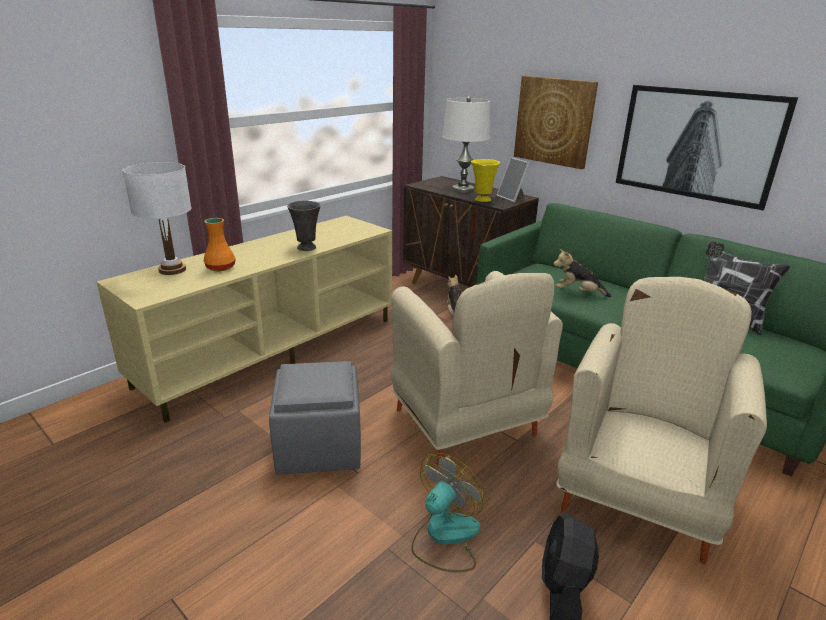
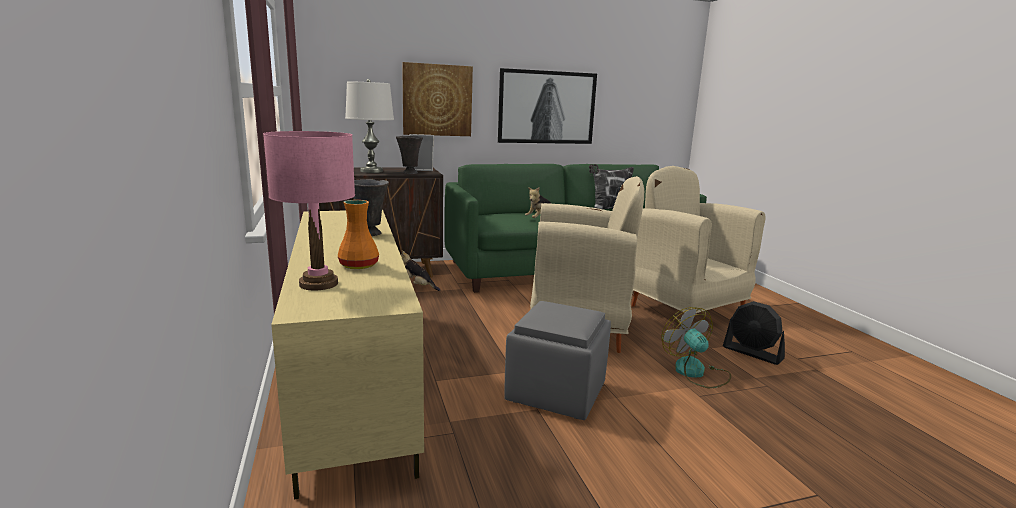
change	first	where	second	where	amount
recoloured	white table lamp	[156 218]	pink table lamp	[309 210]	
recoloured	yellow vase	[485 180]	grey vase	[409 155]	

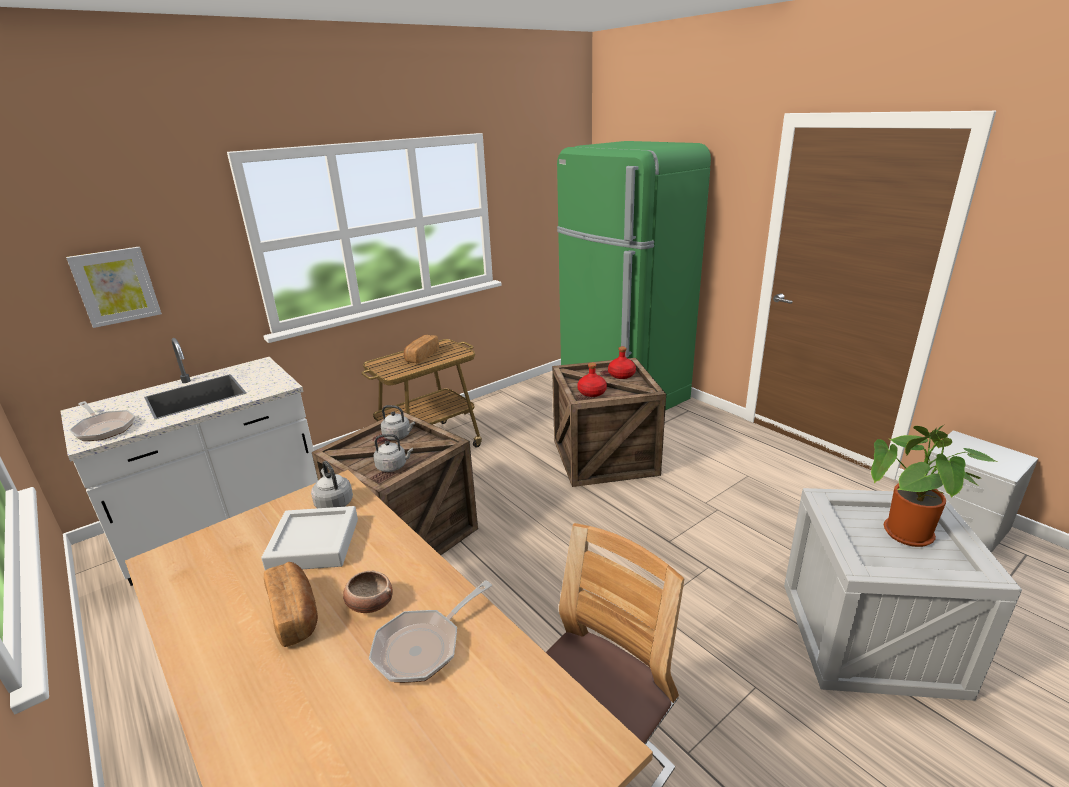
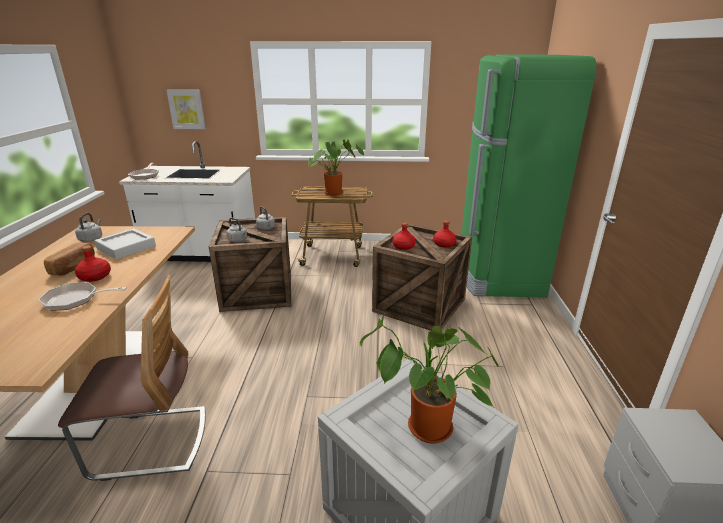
change	first	where	second	where	amount
moved	grey kettle	[332 484]		[88 227]	
replaced	bowl	[368 592]	red bottle	[93 263]	
replaced	bread	[421 349]	potted plant	[336 167]	

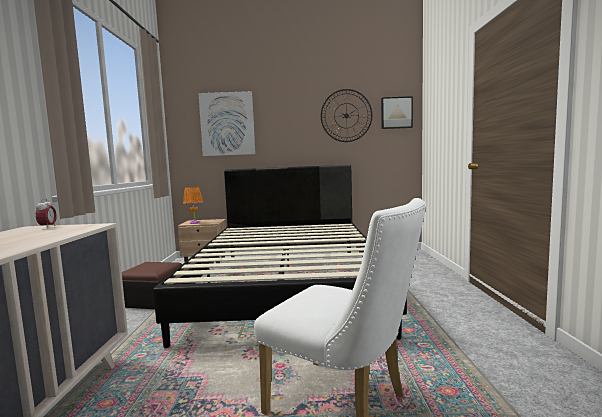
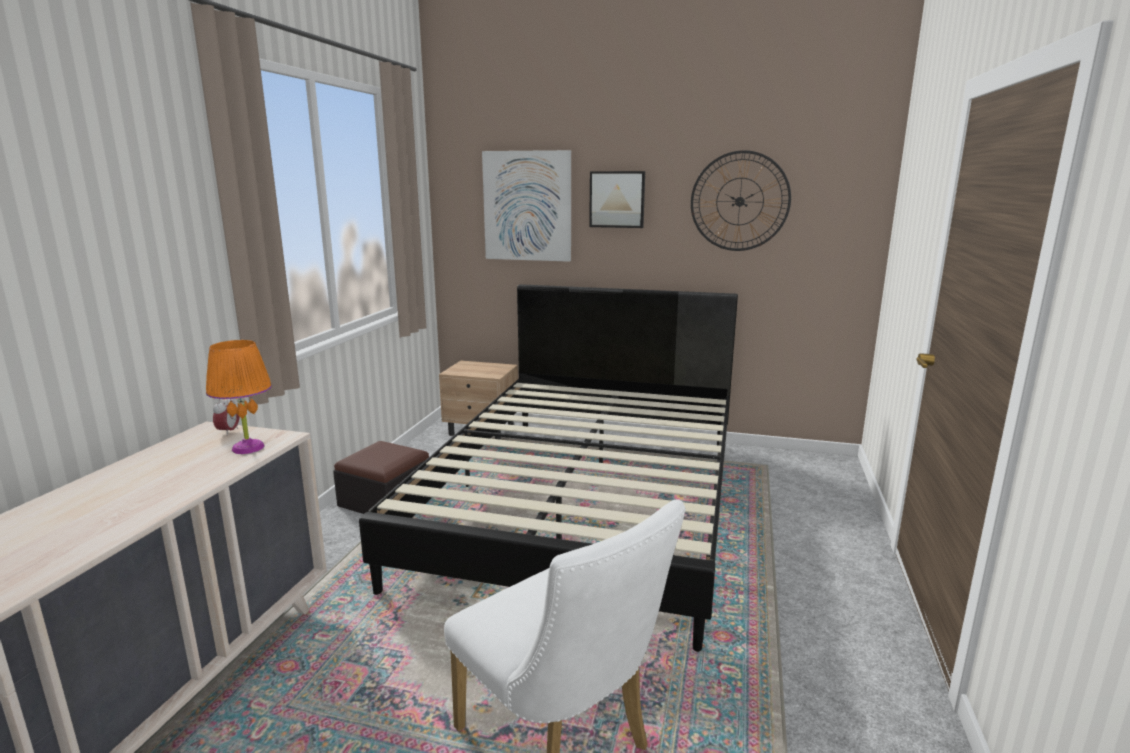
change	first	where	second	where	amount
moved	orange table lamp	[193 205]		[239 397]	
moved	picture	[397 112]		[617 199]	

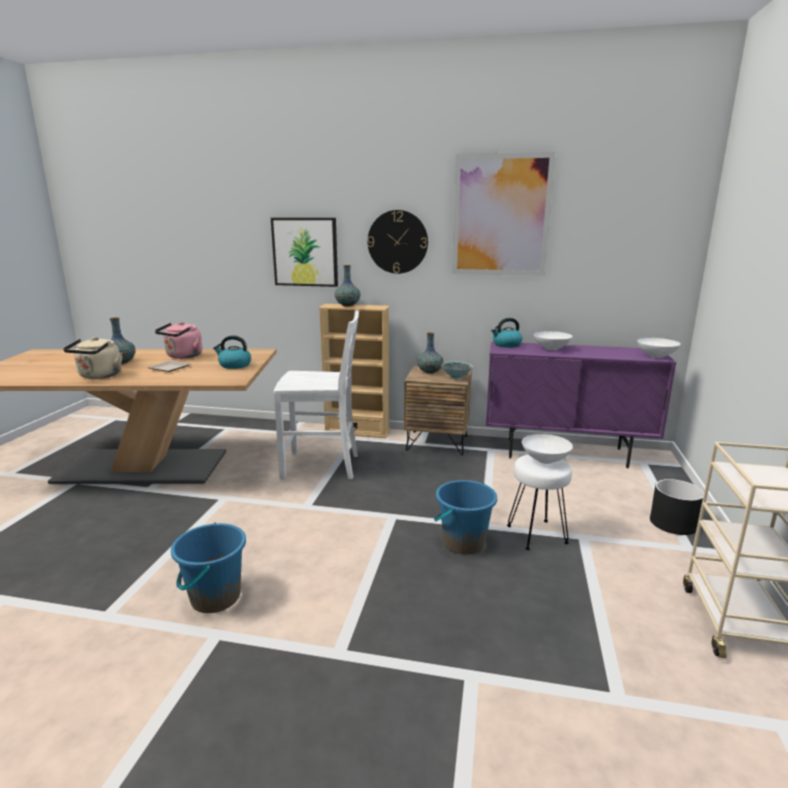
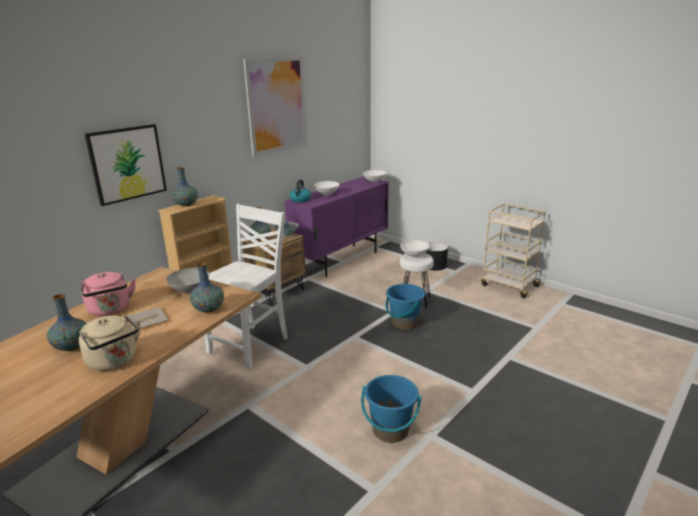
change	first	where	second	where	amount
removed	wall clock	[398 242]			
added			vase	[207 287]	
replaced	kettle	[232 352]	grey bowl	[187 280]	

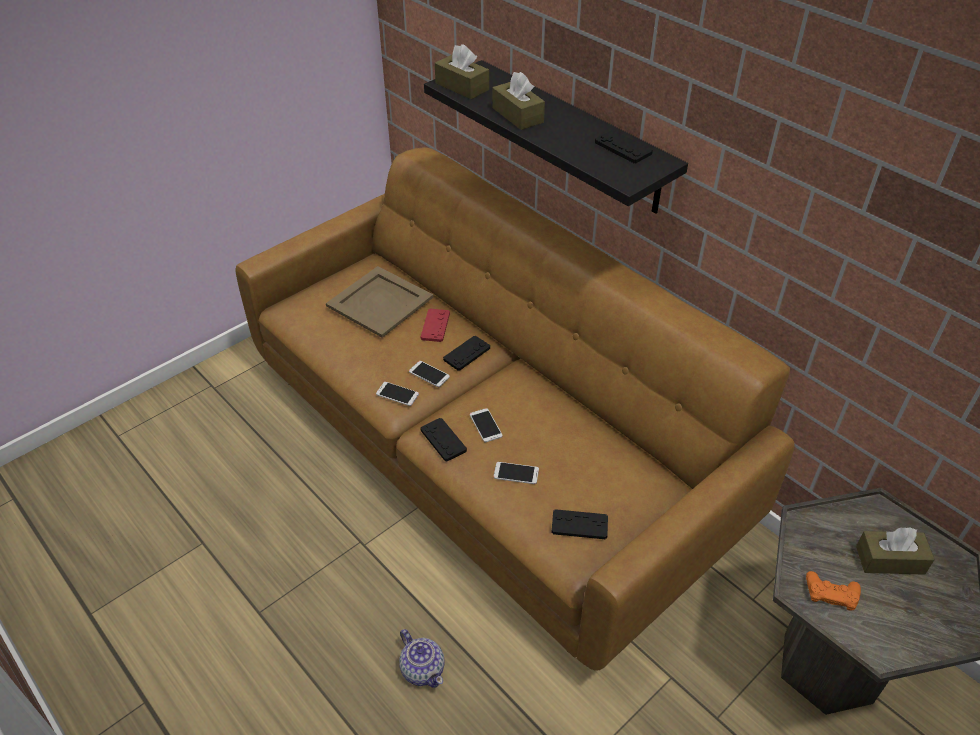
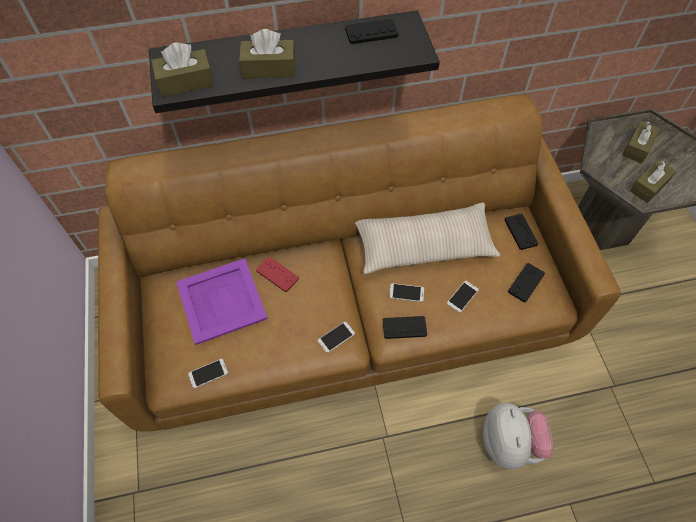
change	first	where	second	where	amount
added			beige pillow	[427 238]	
moved	phone	[429 374]		[208 373]	
moved	black game controller	[466 353]		[521 232]	
replaced	teapot	[422 658]	plush toy	[518 436]	
replaced	orange game controller	[833 591]	brown tissue box	[653 181]	
recoloured	beige tray	[379 302]	purple tray	[222 301]	

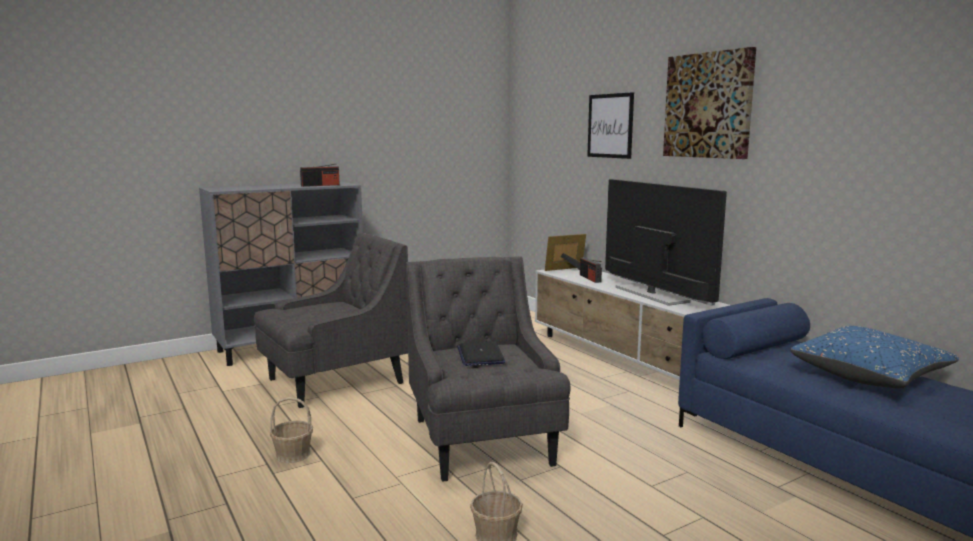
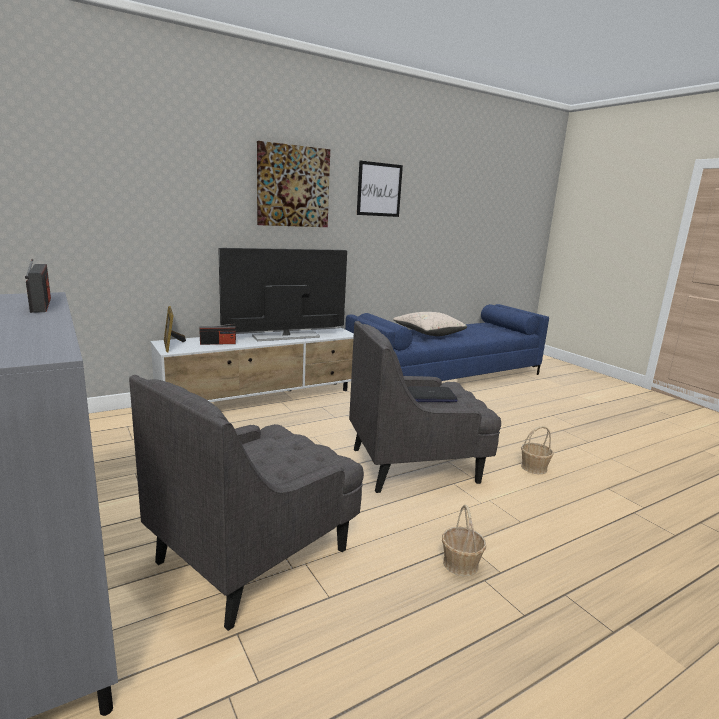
change	first	where	second	where	amount
moved	picture	[610 125]		[380 189]	
recoloured	blue pillow	[875 357]	beige pillow	[430 324]	
turned	grey armchair	[331 320]		[246 503]	105 degrees counterclockwise

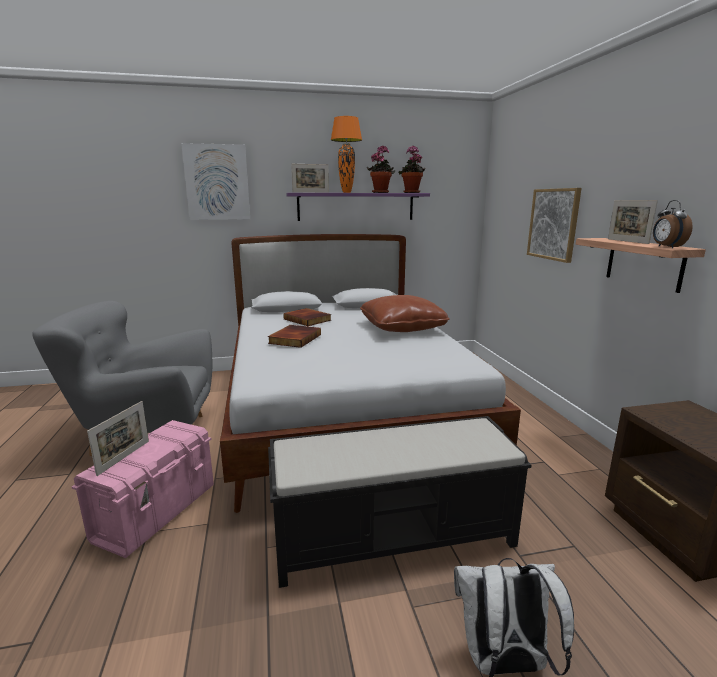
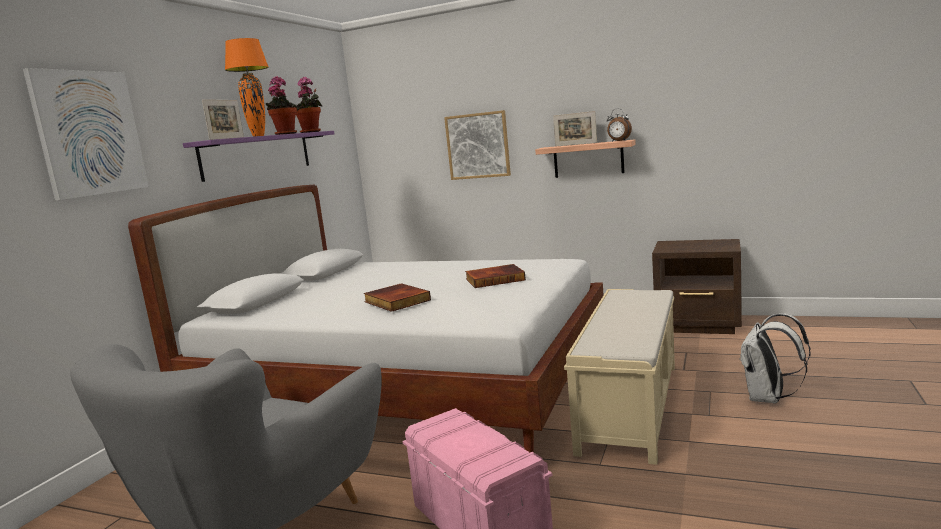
change	first	where	second	where	amount
removed	picture frame	[118 438]			
removed	brown pillow	[405 313]			
moved	book	[307 317]		[495 276]	
recoloured	black bench	[399 502]	beige bench	[619 377]	

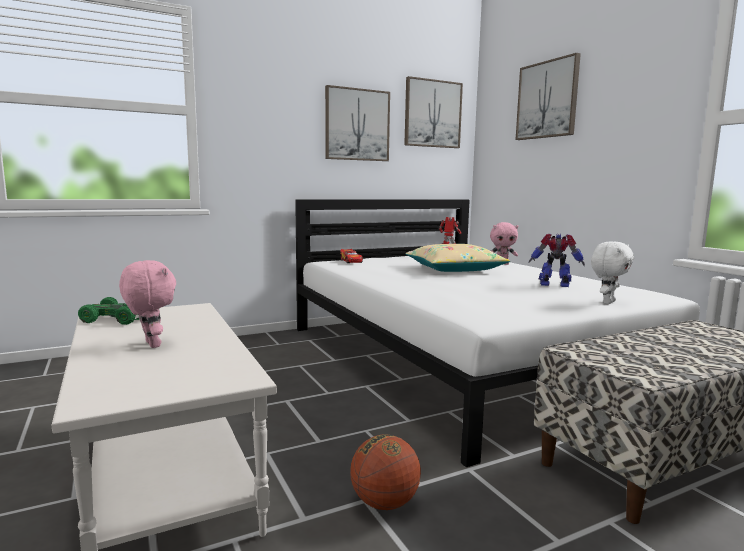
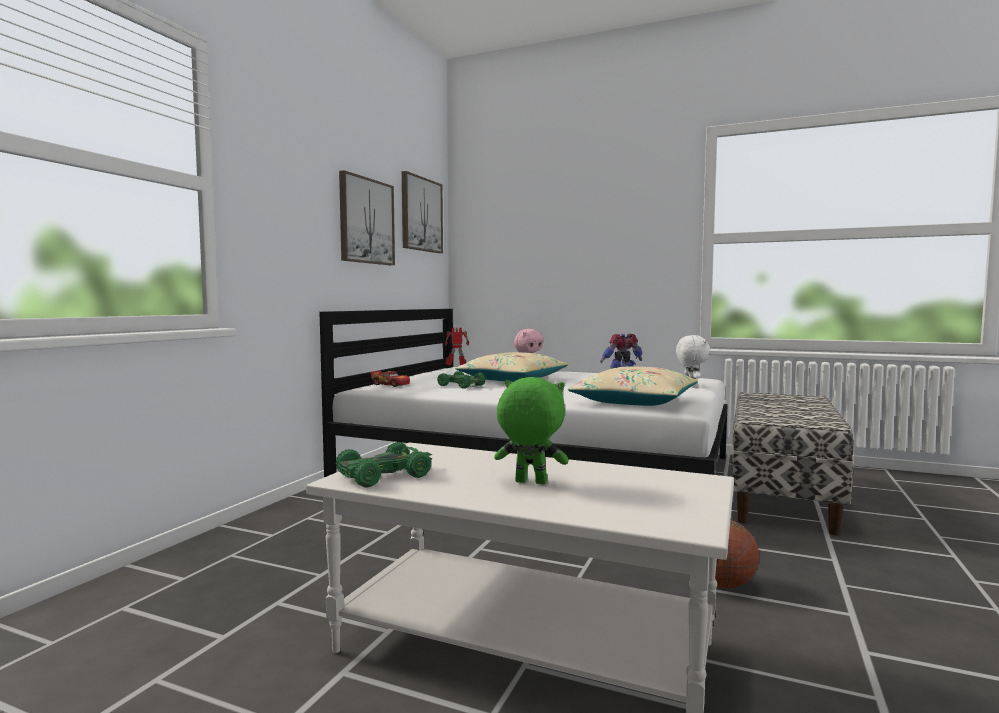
change	first	where	second	where	amount
removed	picture	[548 96]			
added			green toy car	[461 380]	
added			beige pillow	[633 386]	
recoloured	pink plush toy	[147 304]	green plush toy	[531 430]	

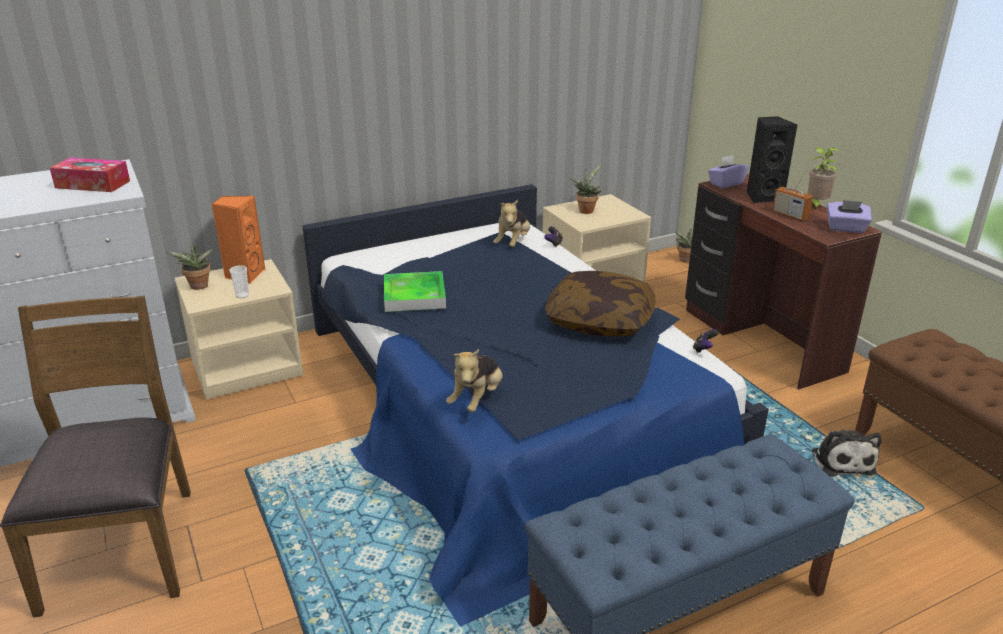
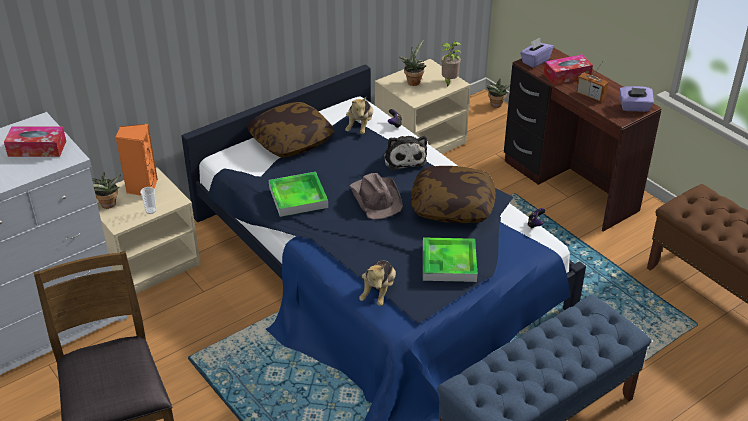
change	first	where	second	where	amount
added			pillow	[291 129]	
added			brown hat	[376 196]	
added			tray	[450 259]	
moved	potted plant	[824 178]		[451 64]	
moved	plush toy	[846 453]		[405 153]	
replaced	black speaker	[772 159]	tissue box	[568 70]	

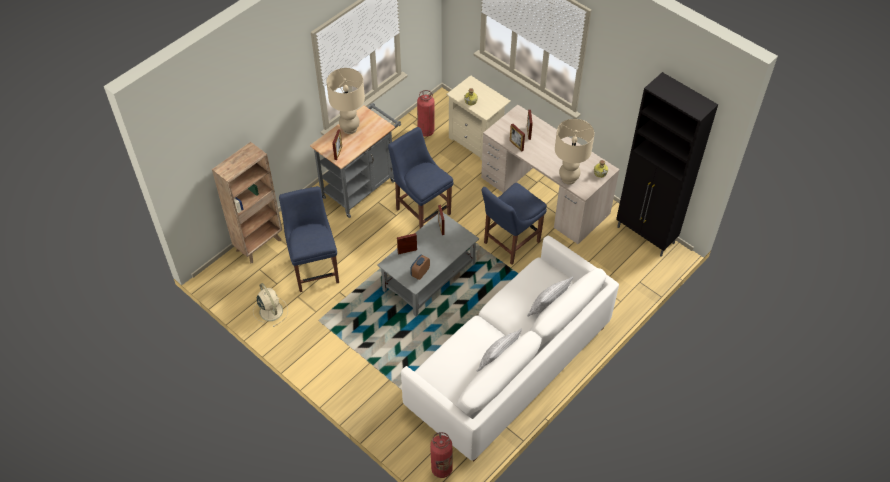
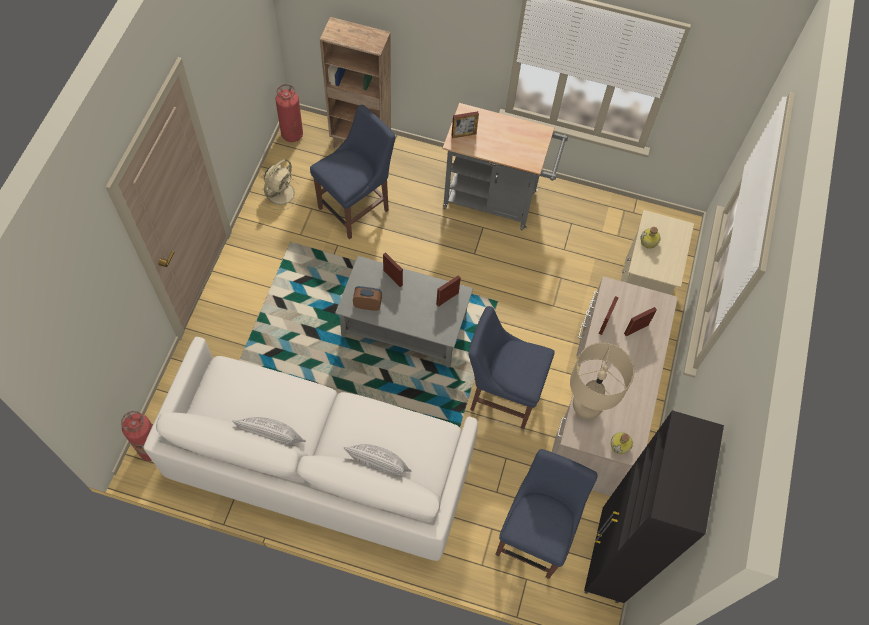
change	first	where	second	where	amount
removed	beige table lamp	[345 101]			
moved	blue chair	[421 177]		[546 514]	
moved	fire extinguisher	[425 113]		[289 113]	

